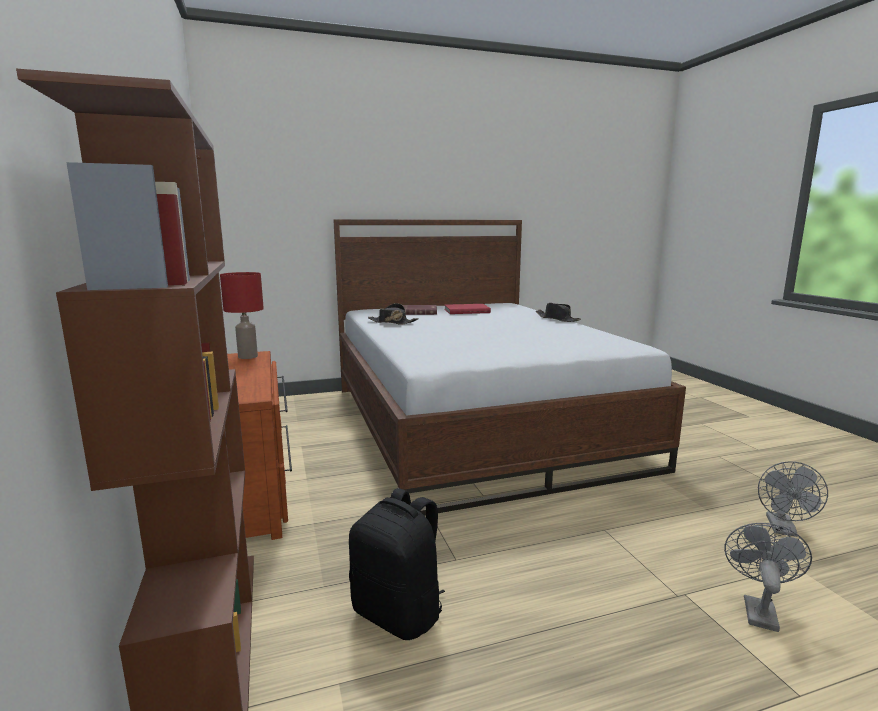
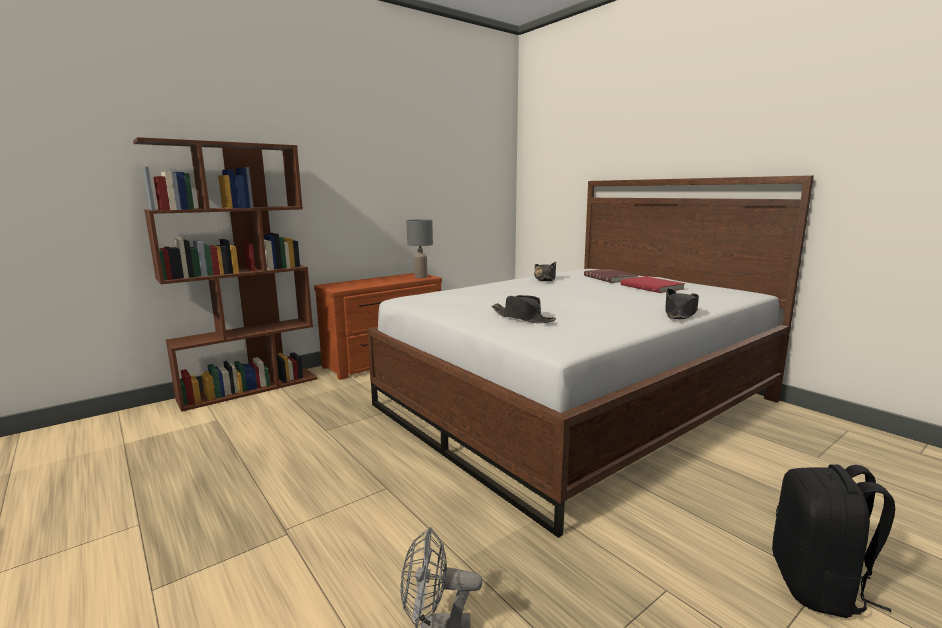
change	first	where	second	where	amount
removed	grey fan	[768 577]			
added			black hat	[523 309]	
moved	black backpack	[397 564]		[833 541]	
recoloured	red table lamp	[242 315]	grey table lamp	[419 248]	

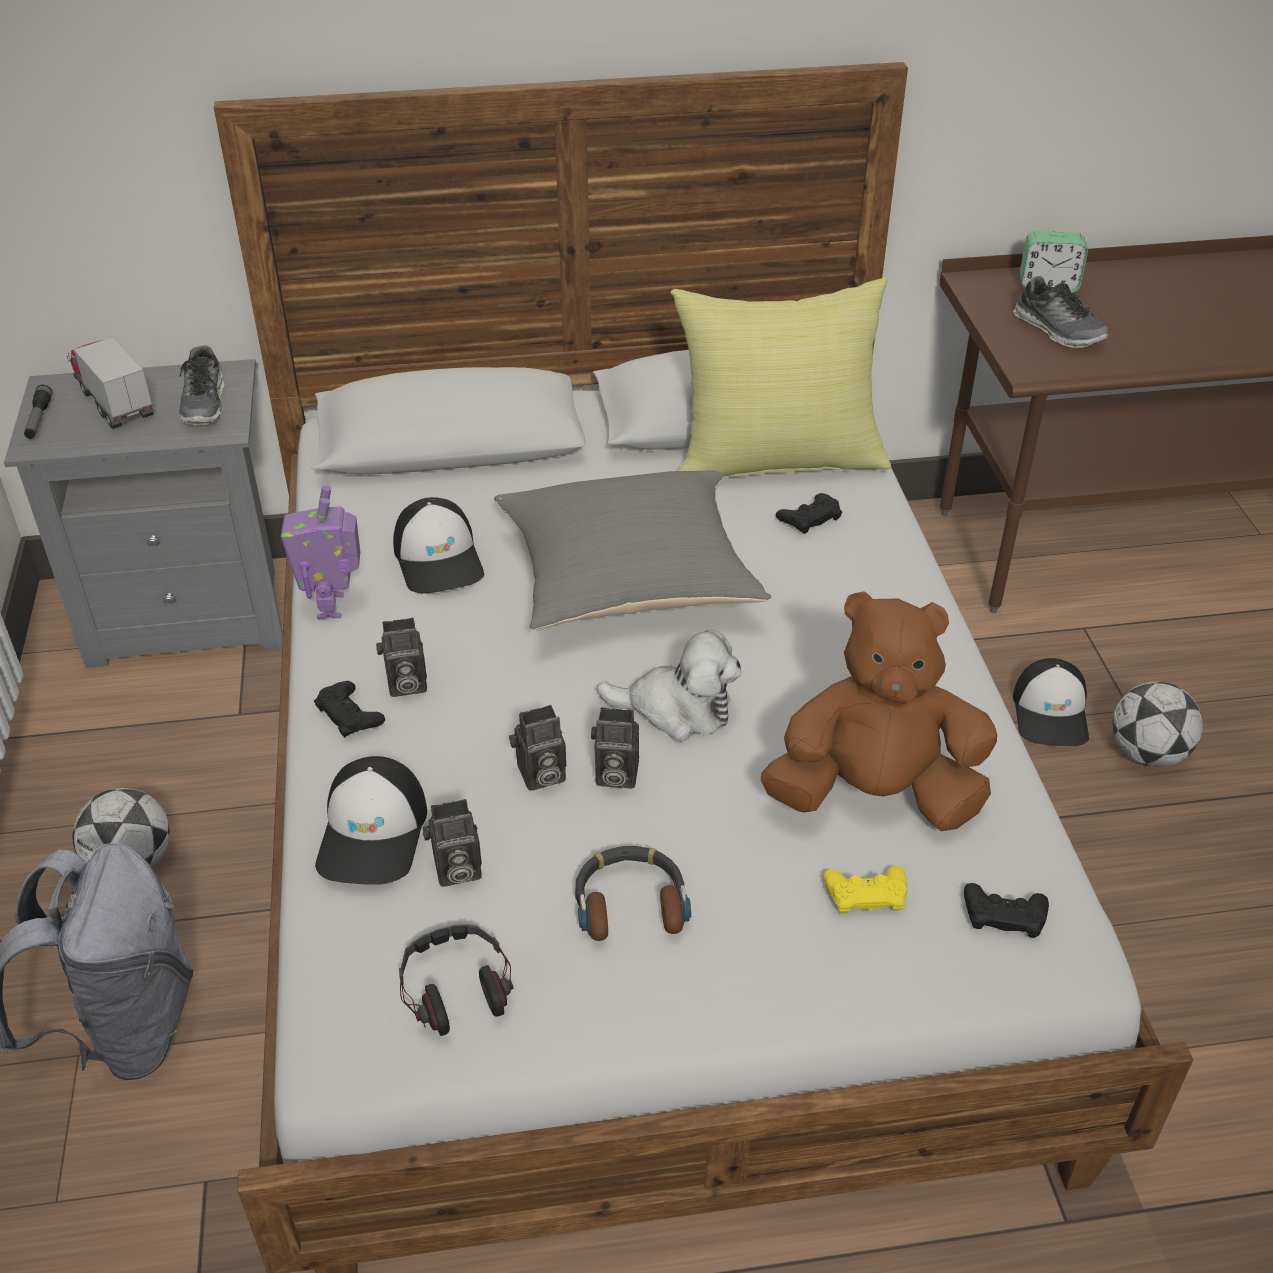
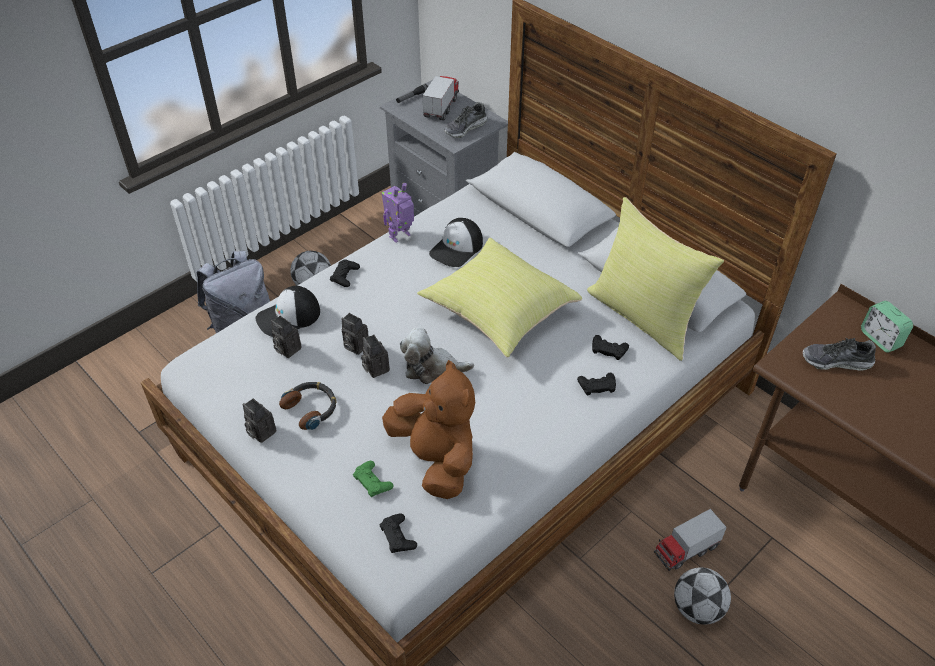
change	first	where	second	where	amount
removed	headphones	[456 980]			
added			black game controller	[596 384]	
moved	photo camera	[401 657]		[259 420]	
replaced	cap	[1051 702]	toy truck	[690 540]	
recoloured	grey pillow	[632 550]	yellow pillow	[499 297]	
recoloured	yellow game controller	[865 890]	green game controller	[373 479]	
turned	plush toy	[669 685]		[437 356]	120 degrees clockwise
turned	shoe	[1061 312]		[839 354]	75 degrees clockwise

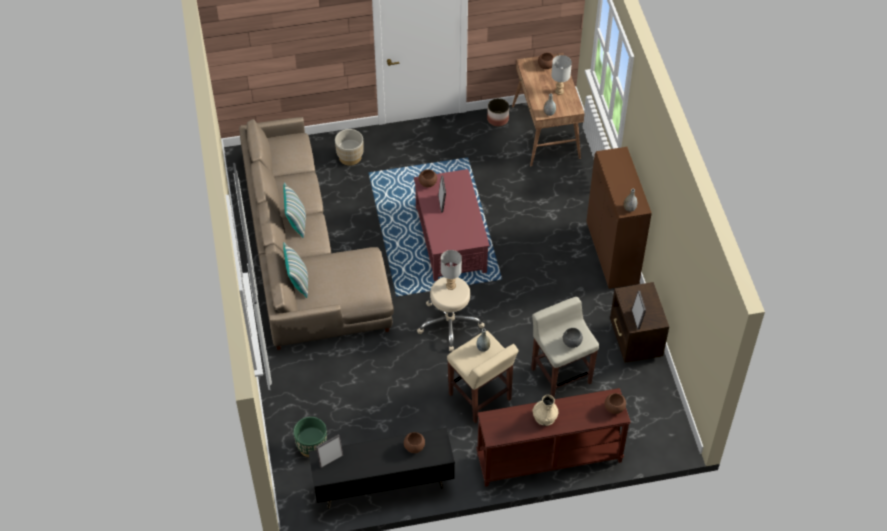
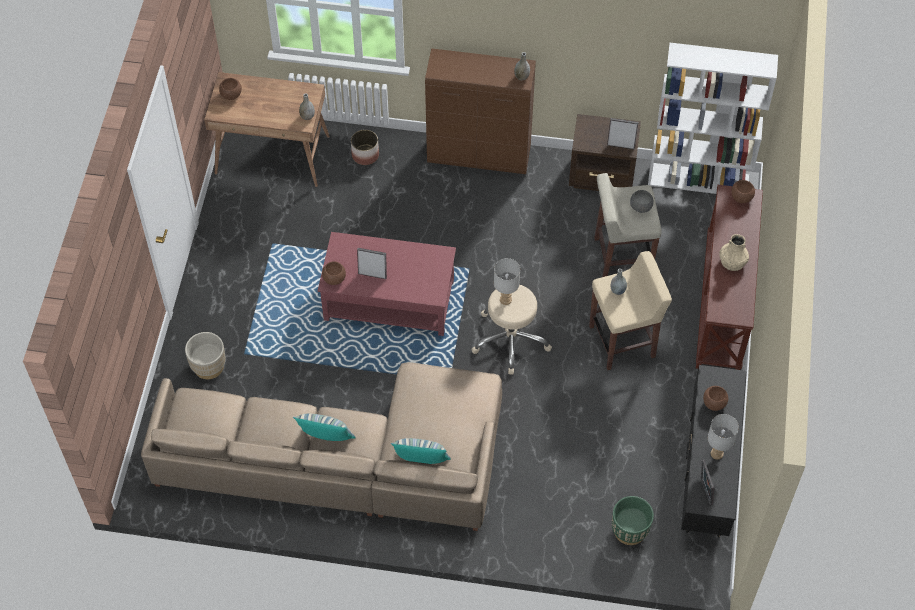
change	first	where	second	where	amount
added			white bookcase	[713 118]	
moved	planter	[498 112]		[365 147]	
moved	grey table lamp	[561 75]		[723 437]	

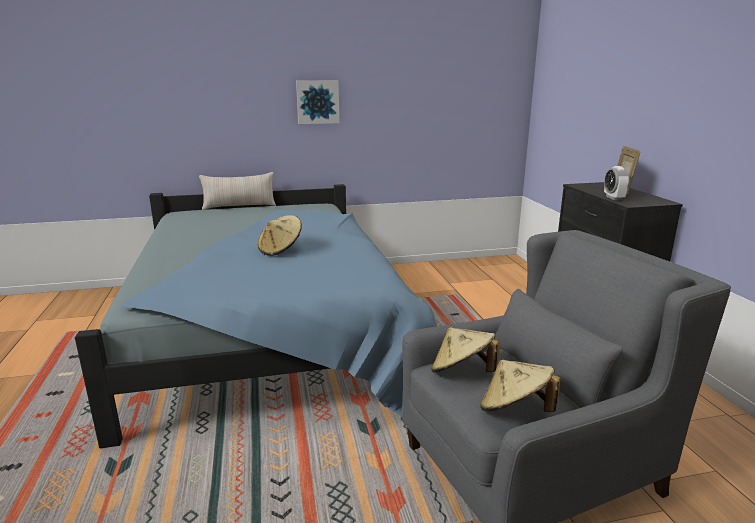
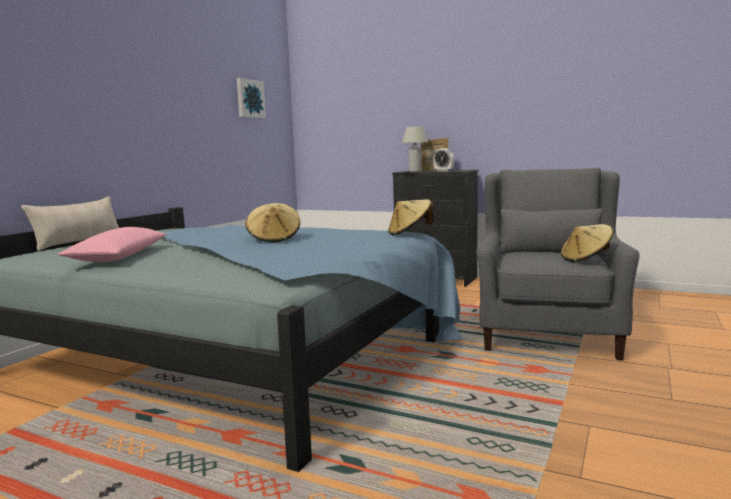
change	first	where	second	where	amount
added			pink pillow	[112 244]	
added			white table lamp	[415 149]	
moved	picture	[317 102]		[251 98]	
moved	beige hat	[465 349]		[411 217]	

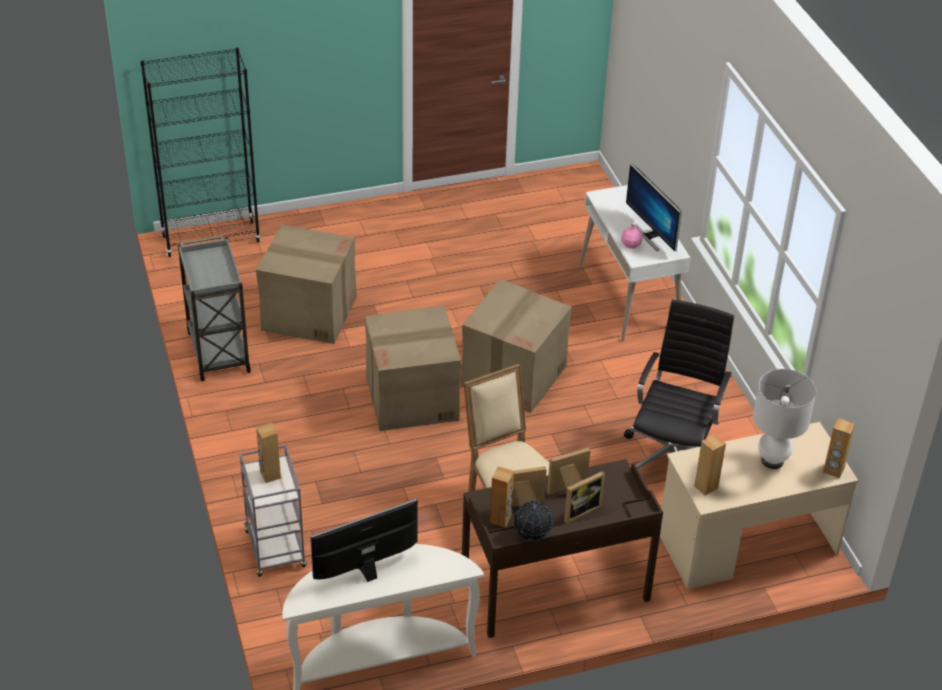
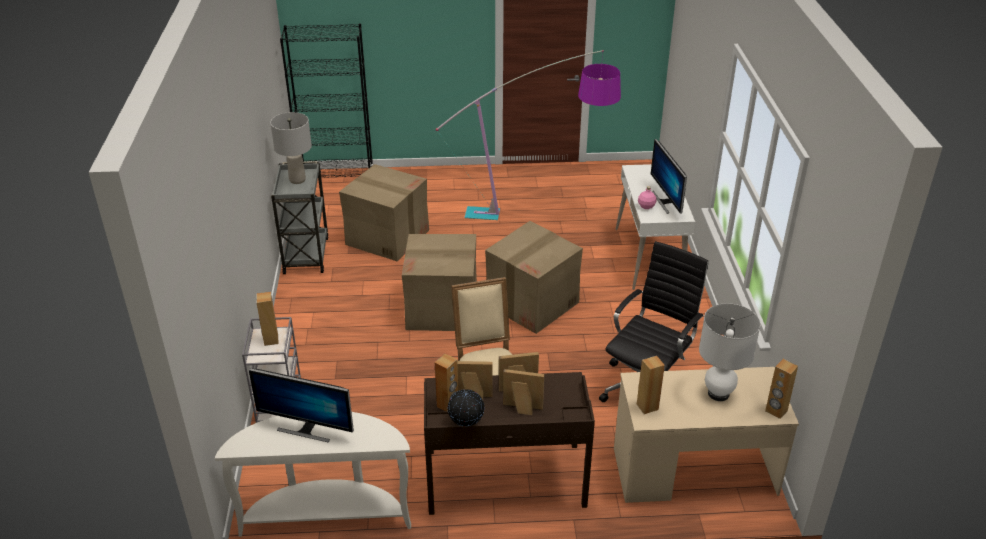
change	first	where	second	where	amount
added			grey table lamp	[291 148]	
added			floor lamp	[528 135]	
turned	monitor	[364 540]		[301 405]	150 degrees counterclockwise
turned	picture frame	[584 497]		[523 392]	150 degrees counterclockwise

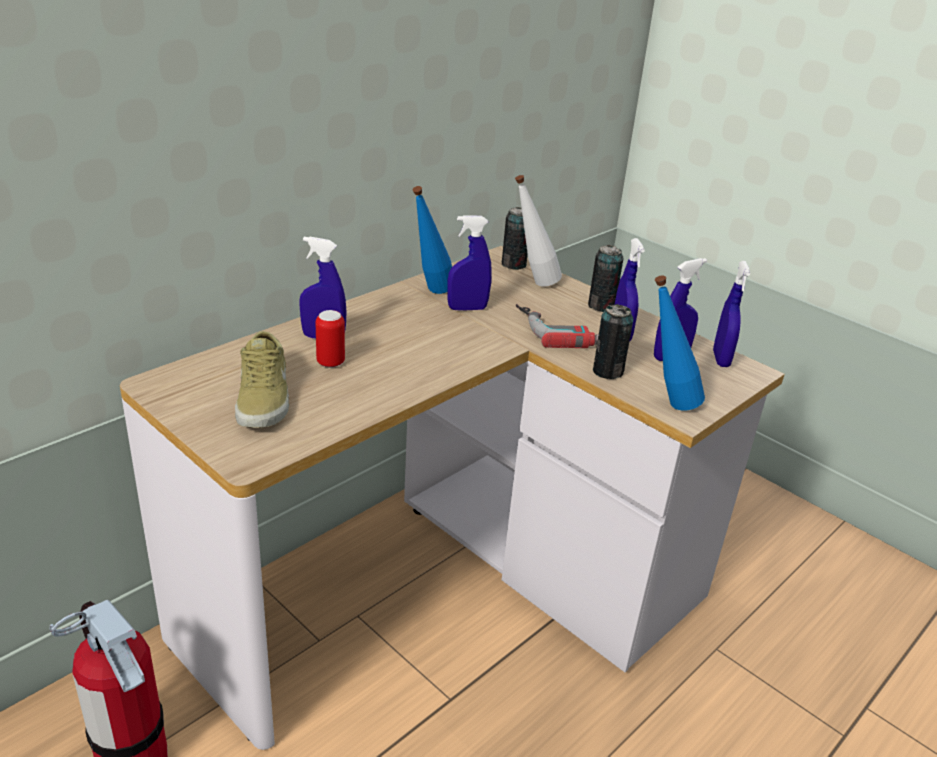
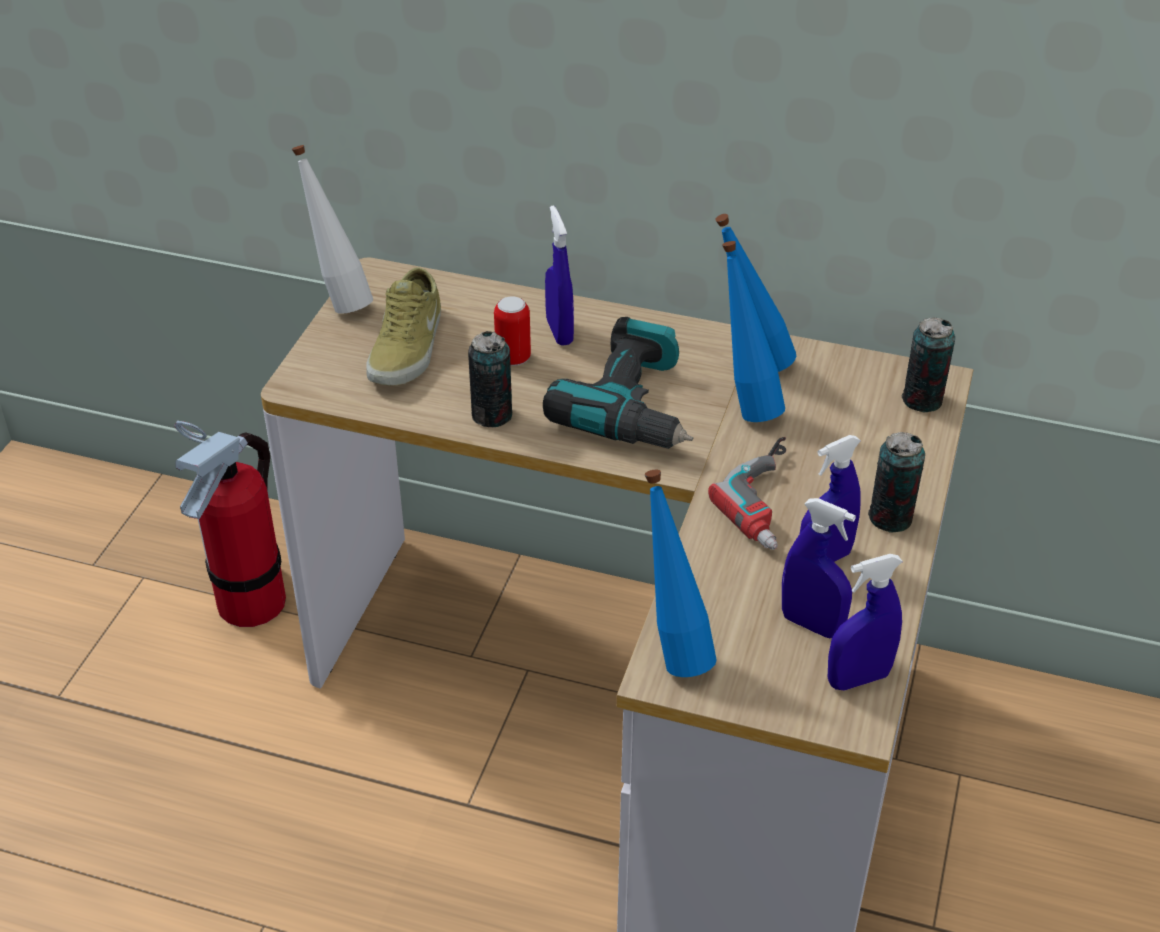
change	first	where	second	where	amount
added			power drill	[618 383]	
moved	white bottle	[538 230]		[332 229]	
moved	can	[613 341]		[490 379]	
replaced	blue spray bottle	[470 263]	blue bottle	[753 331]	
turned	beige shoe	[262 379]		[403 326]	45 degrees counterclockwise

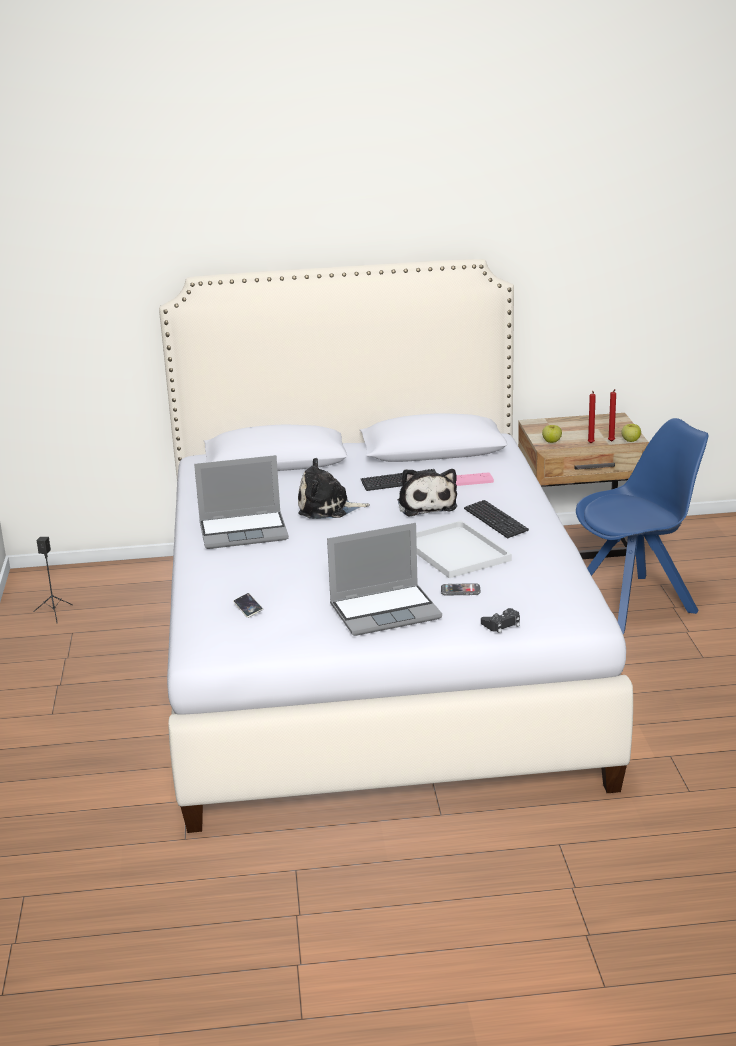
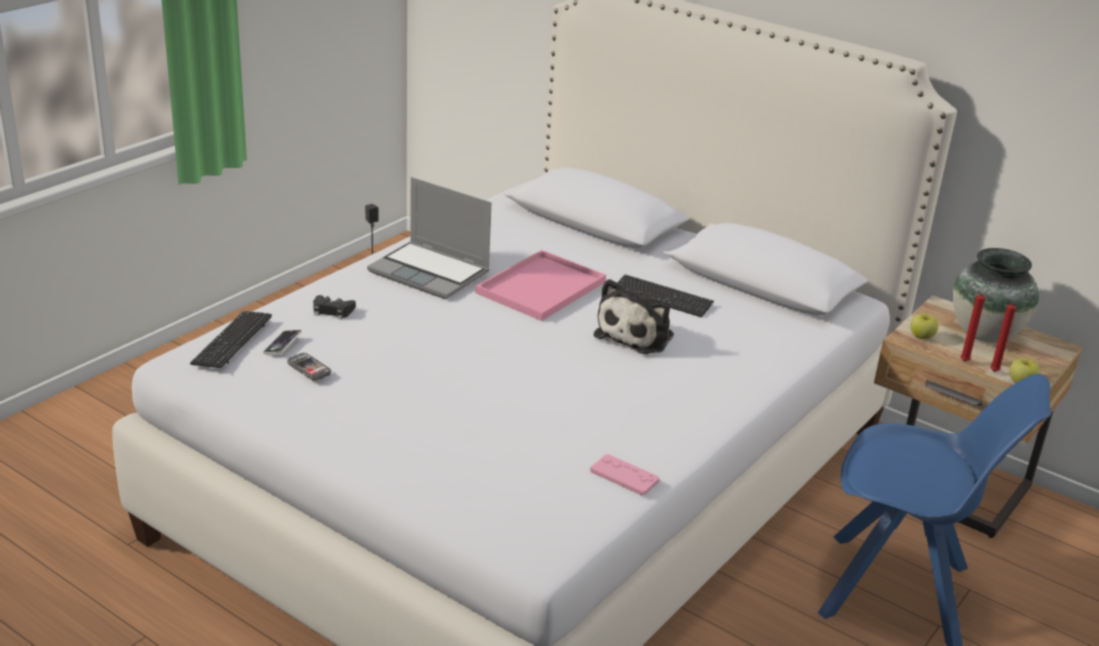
change	first	where	second	where	amount
removed	laptop	[384 579]			
removed	white tray	[464 549]			
added			vase	[996 295]	
moved	phone	[461 589]		[309 367]	
moved	pink game controller	[475 479]		[625 474]	
moved	keyboard	[496 519]		[231 339]	
moved	black game controller	[500 620]		[334 307]	
replaced	plush toy	[334 488]	pink tray	[541 285]	

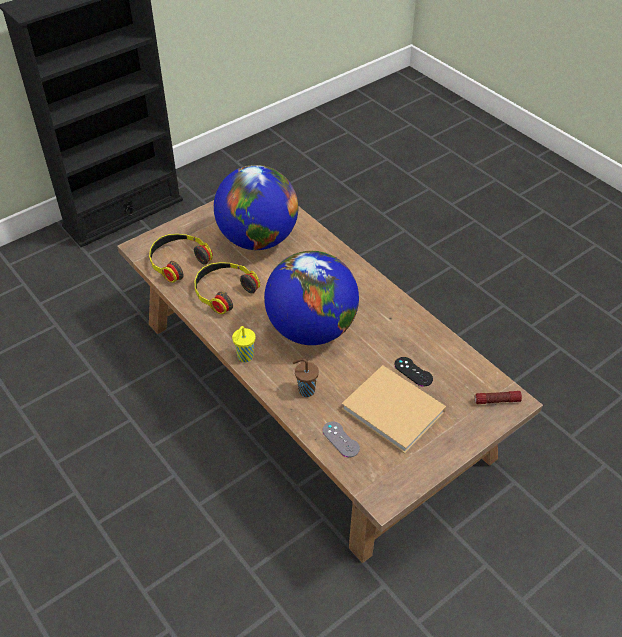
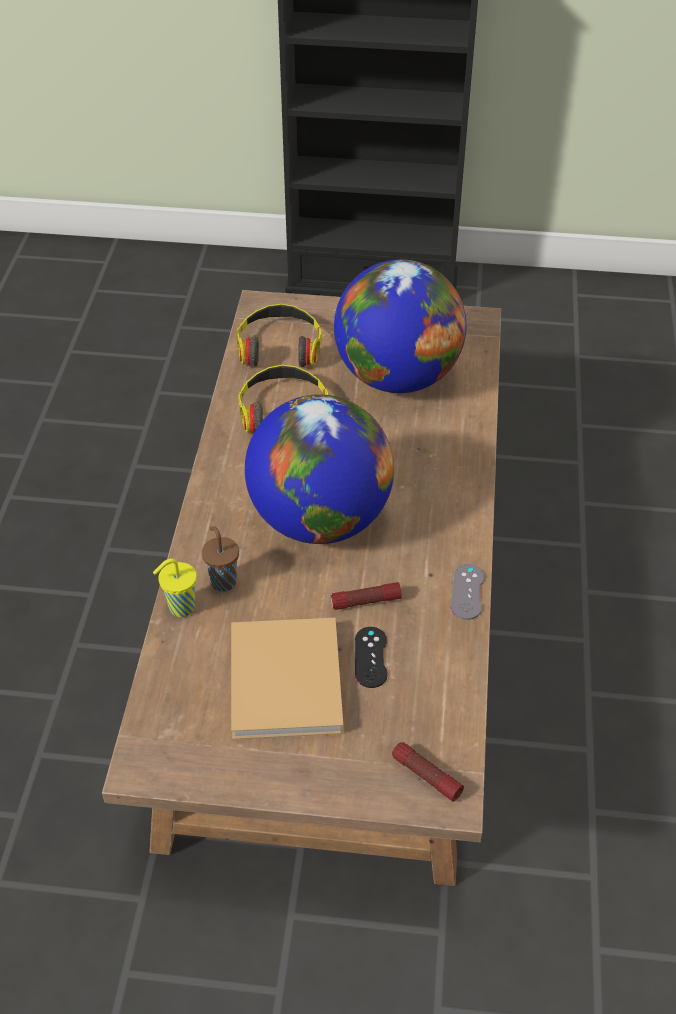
change	first	where	second	where	amount
added			flashlight	[366 596]	
moved	yellow cup	[243 344]		[175 587]	
moved	grey game controller	[341 439]		[468 592]	

